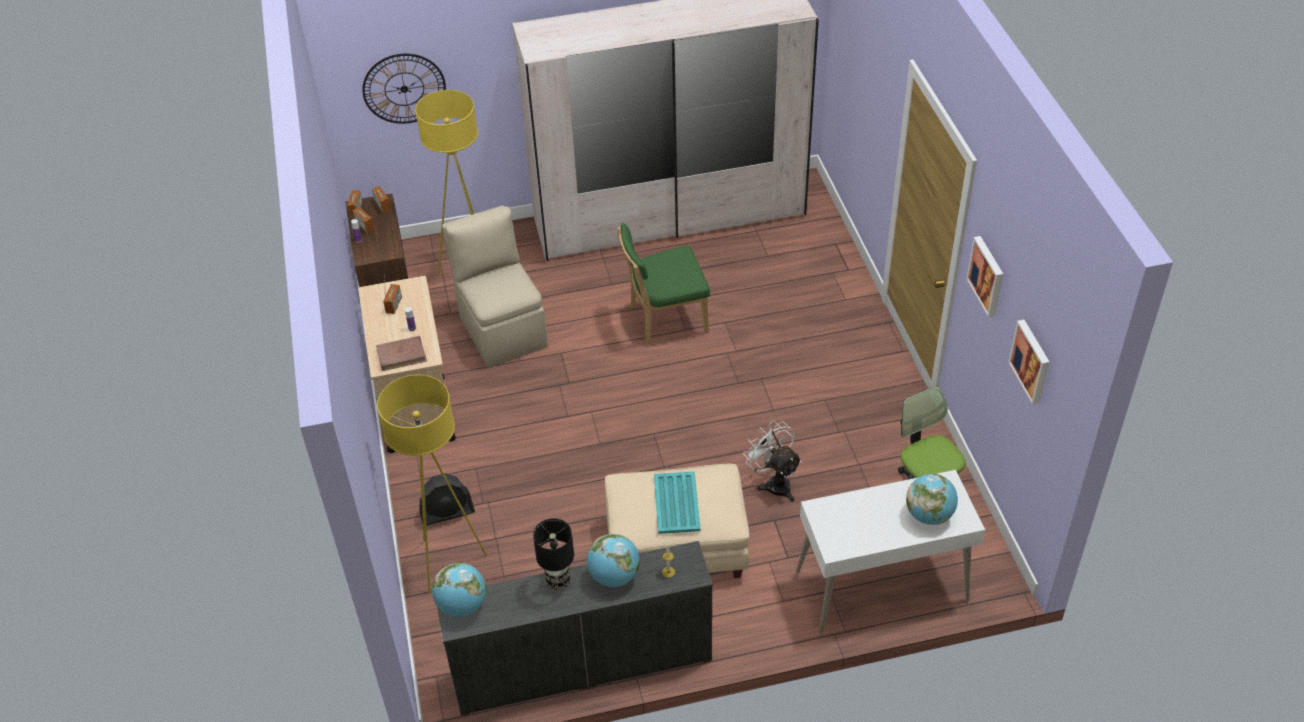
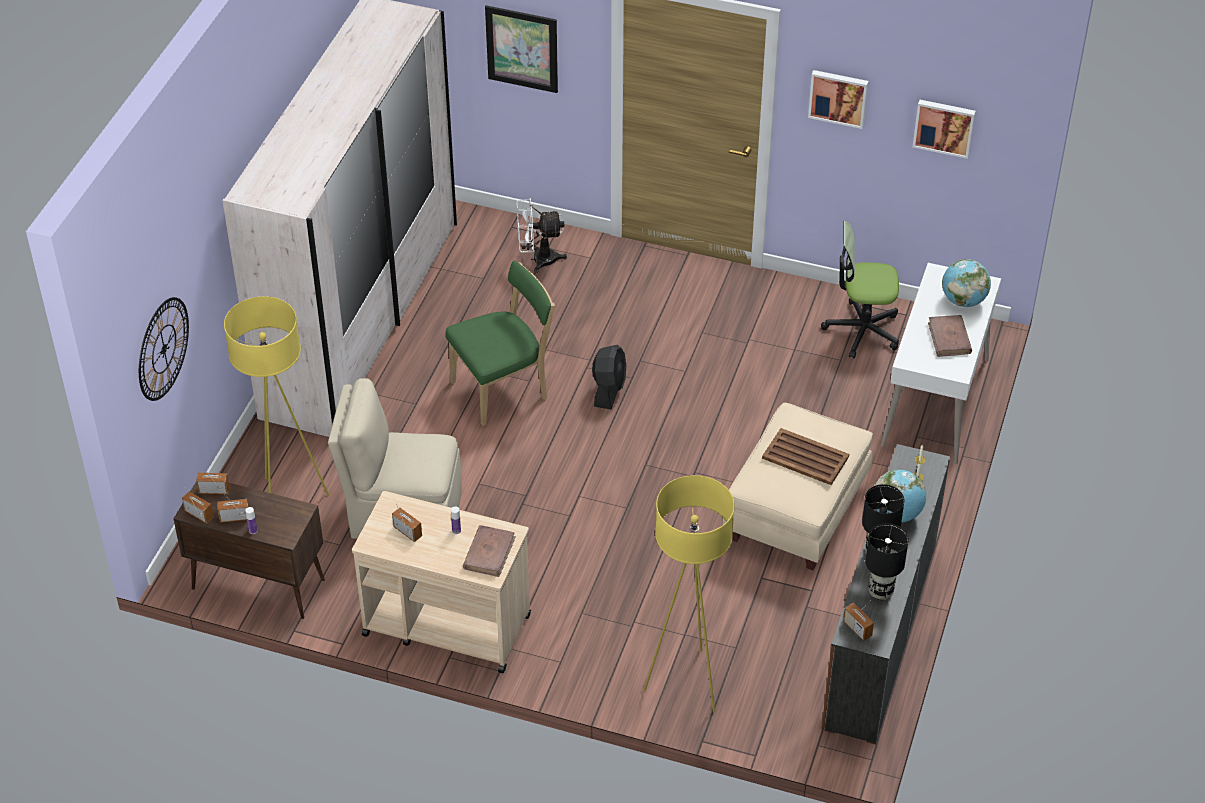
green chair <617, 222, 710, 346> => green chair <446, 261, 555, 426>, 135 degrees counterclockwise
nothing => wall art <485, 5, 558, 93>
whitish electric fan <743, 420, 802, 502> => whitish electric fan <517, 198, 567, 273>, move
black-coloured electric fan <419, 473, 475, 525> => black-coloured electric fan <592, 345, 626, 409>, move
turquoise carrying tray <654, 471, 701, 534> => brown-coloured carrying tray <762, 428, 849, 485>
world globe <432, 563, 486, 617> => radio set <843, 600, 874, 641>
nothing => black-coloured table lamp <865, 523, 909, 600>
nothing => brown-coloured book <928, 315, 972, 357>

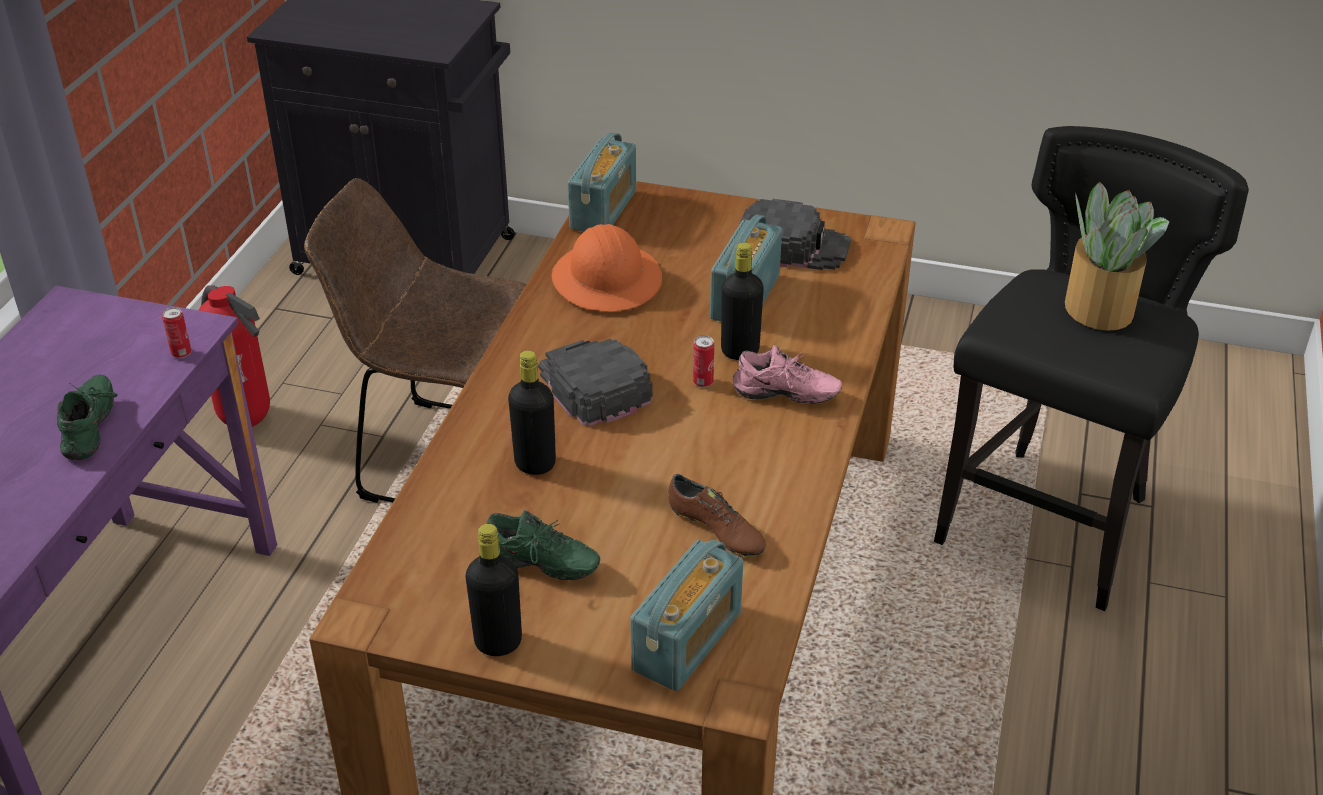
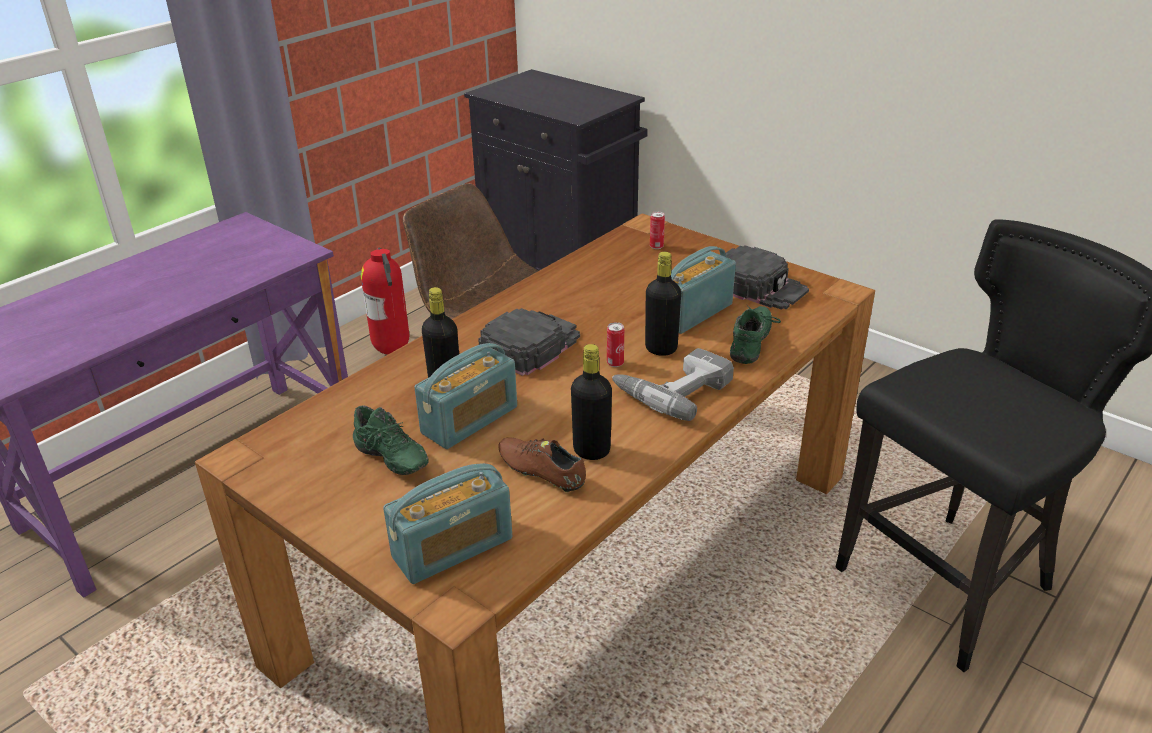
radio set <568, 132, 636, 232> => radio set <414, 343, 517, 449>, move
black-coloured peaked cap <538, 339, 652, 426> => black-coloured peaked cap <478, 308, 580, 376>, 45 degrees clockwise
brown-coloured item of footwear <668, 474, 766, 557> => brown-coloured item of footwear <498, 437, 586, 493>, 150 degrees clockwise
black-coloured bottle <465, 524, 522, 656> => black-coloured bottle <571, 344, 612, 460>, move
pinkish item of footwear <733, 345, 842, 404> => drill <612, 348, 734, 421>
sealed can <162, 307, 192, 358> => sealed can <650, 211, 665, 249>, move
green item of footwear <57, 375, 118, 460> => green item of footwear <730, 305, 781, 364>, move
orange-coloured hard hat <552, 224, 662, 312> => nothing
plant in a pot <1065, 182, 1169, 331> => nothing

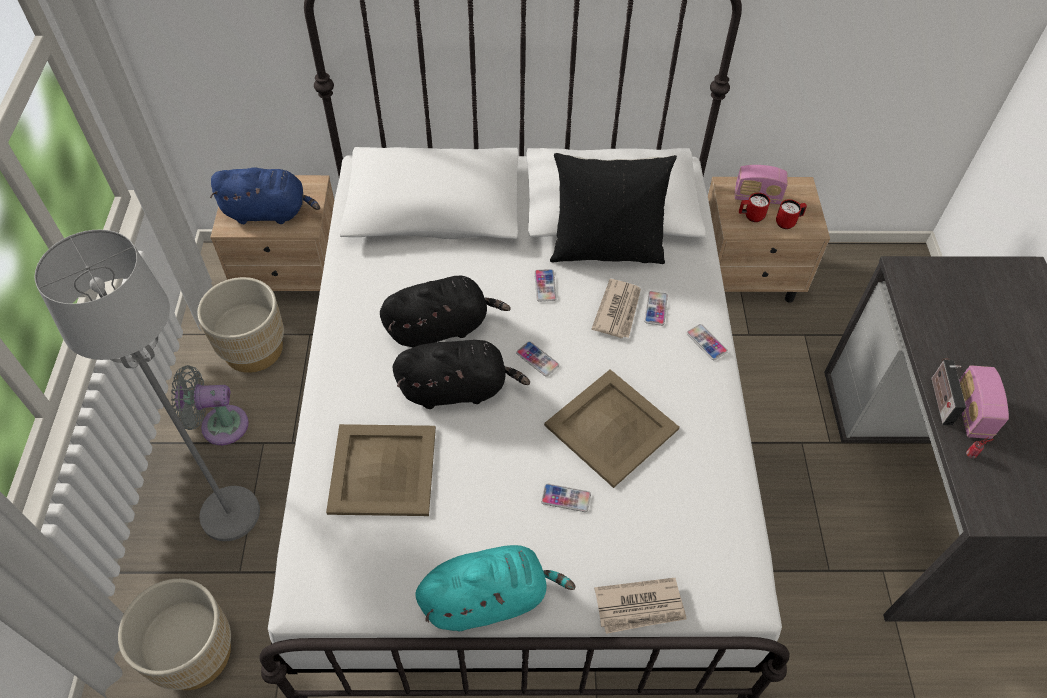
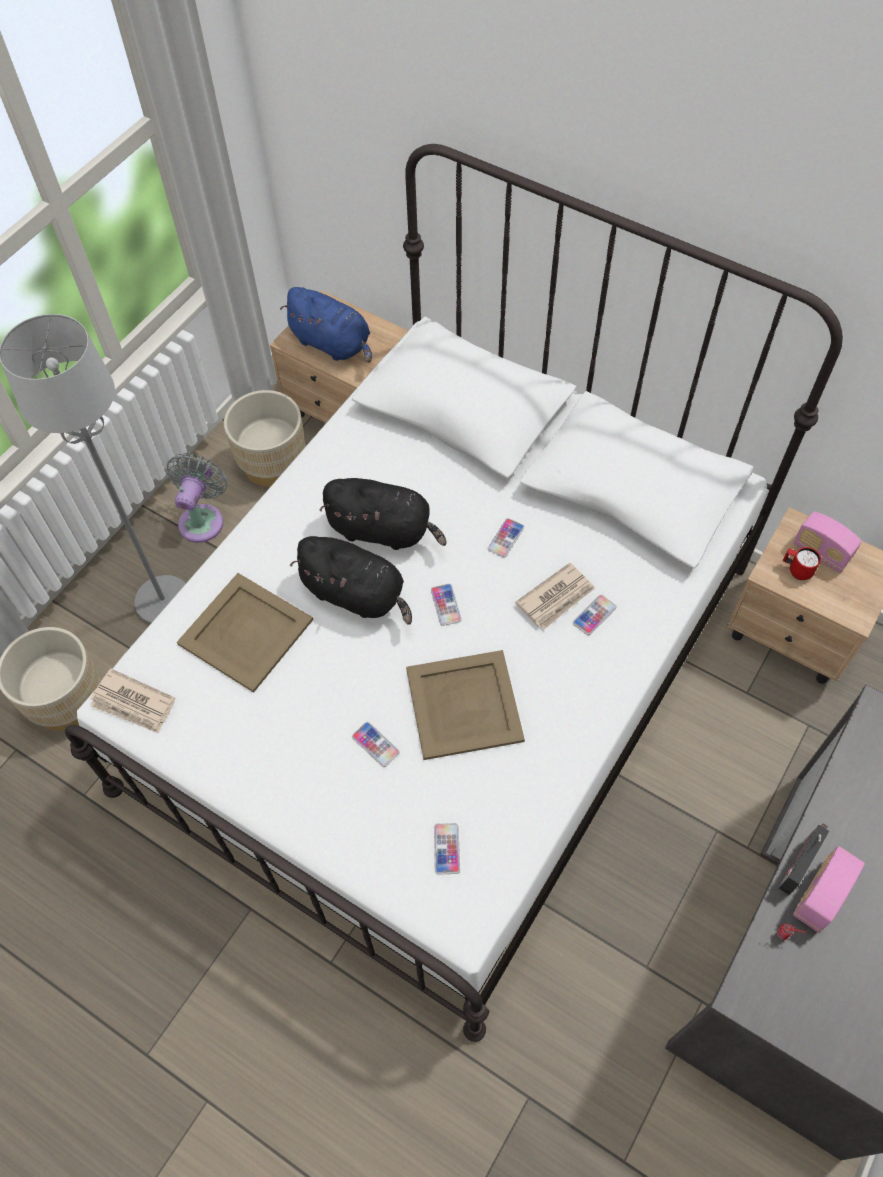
daily paper <594, 578, 687, 634> => daily paper <91, 669, 175, 734>, move
grey electric fan <171, 365, 249, 445> => grey electric fan <166, 453, 227, 543>, 75 degrees clockwise
phone <687, 324, 728, 360> => phone <434, 823, 460, 874>, move
turquoise cuddly toy <415, 545, 576, 631> => nothing
black-coloured cushion <550, 153, 677, 264> => nothing
red tea mug <776, 199, 807, 229> => nothing

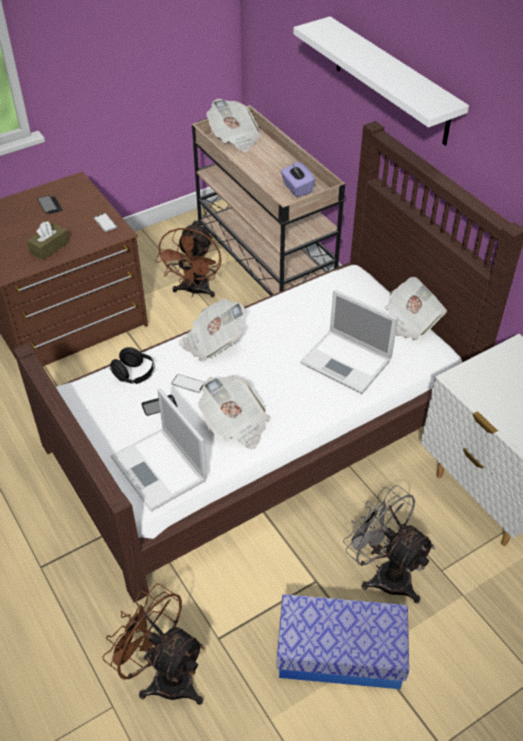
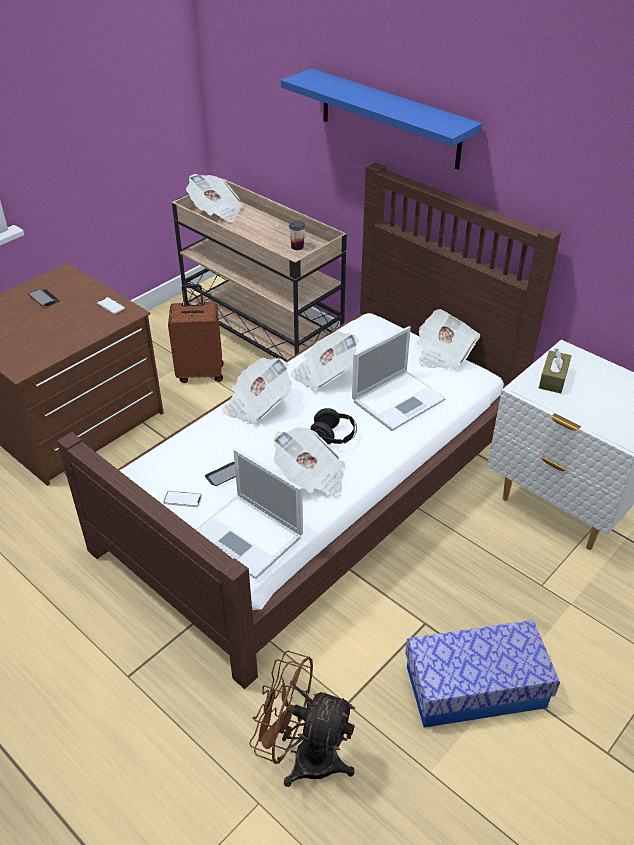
phone <171, 374, 204, 393> => phone <163, 491, 202, 507>, move
brown-coloured electric fan <155, 222, 221, 298> => brown-coloured travel case <168, 284, 224, 383>
whitish wall shelf <293, 16, 469, 145> => bluish wall shelf <281, 68, 482, 170>
purplish tissue box <281, 162, 315, 197> => cup <289, 220, 305, 250>
nothing => daily paper <291, 331, 359, 391>
black-coloured headset <109, 347, 155, 384> => black-coloured headset <310, 408, 357, 444>, move
notebook computer <300, 290, 398, 394> => notebook computer <352, 326, 446, 431>, 60 degrees counterclockwise
brown-coloured tissue box <27, 221, 69, 260> => brown-coloured tissue box <539, 348, 571, 393>, move
grey electric fan <343, 485, 435, 603> => nothing

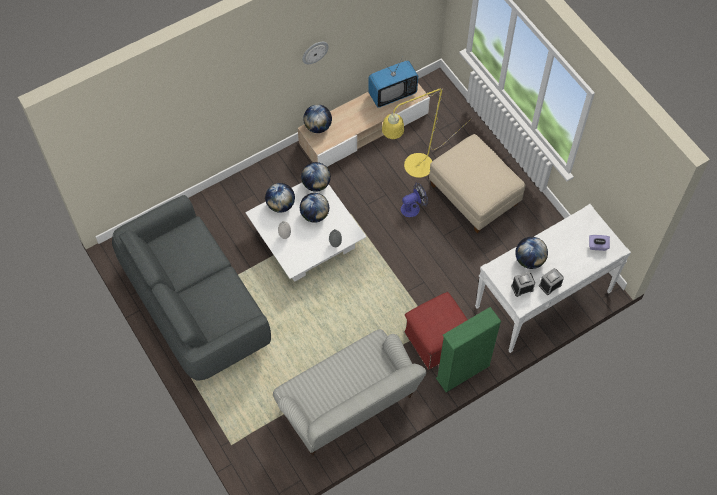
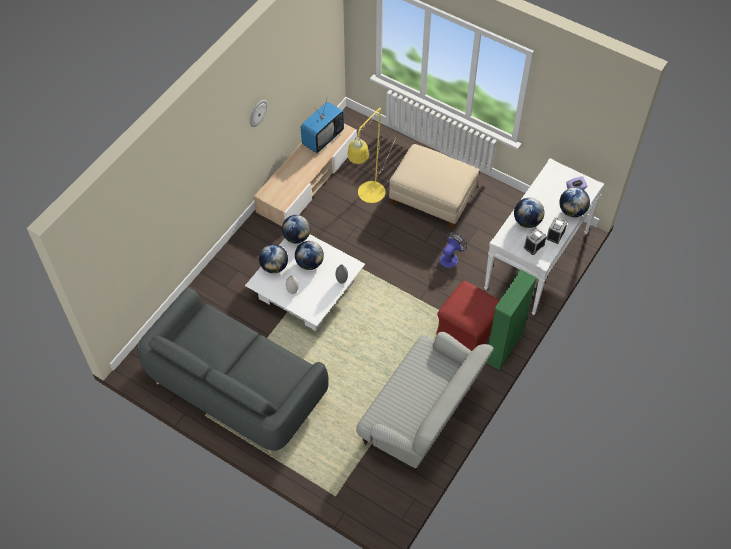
electric fan <401, 183, 428, 217> => electric fan <440, 232, 467, 268>, move
world globe <303, 104, 332, 133> => world globe <559, 187, 590, 217>, move

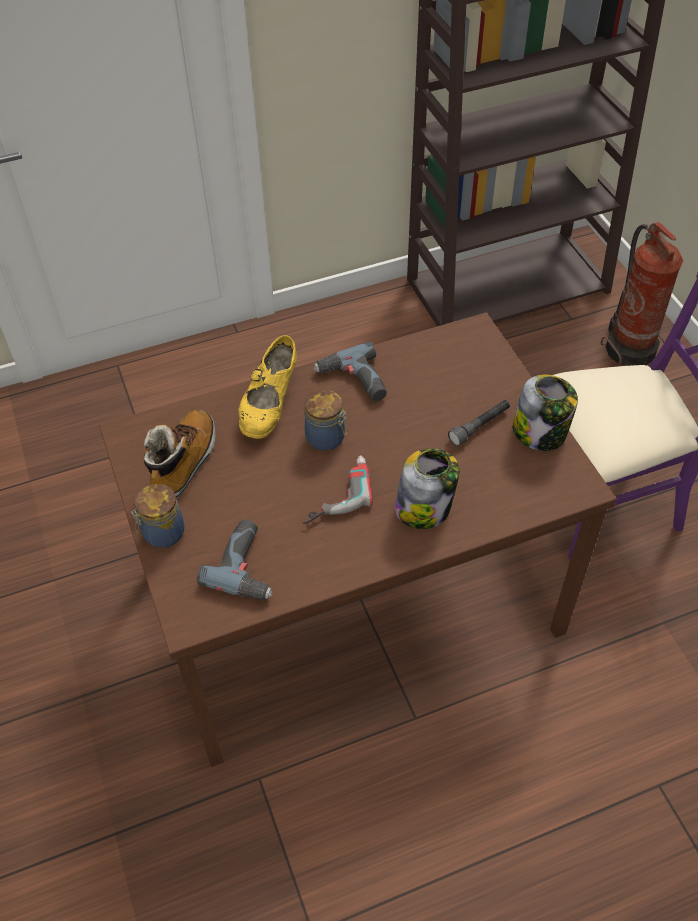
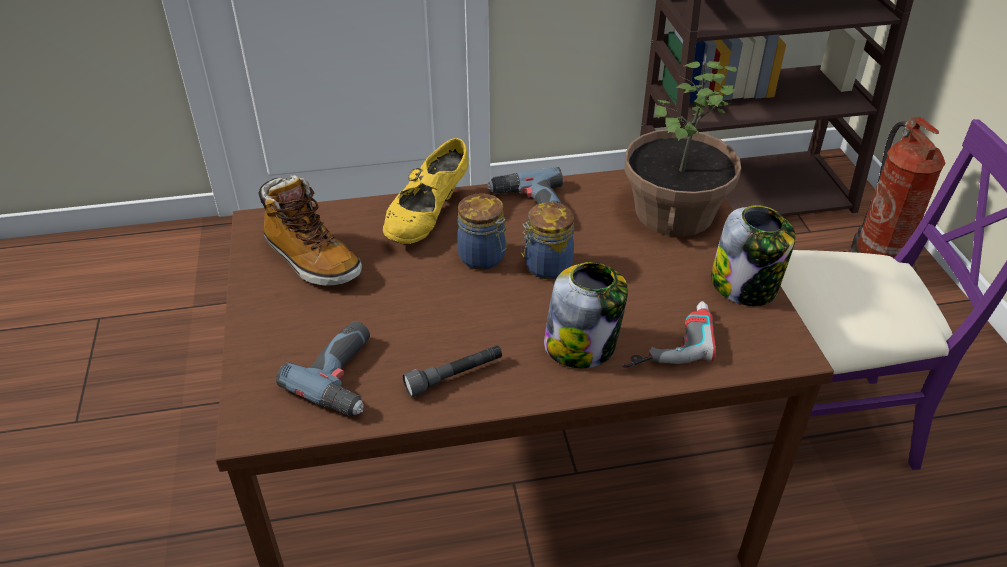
tall boot <144, 410, 216, 499> => tall boot <258, 175, 362, 286>, 105 degrees clockwise
grey hand torch <448, 400, 510, 446> => grey hand torch <403, 345, 502, 397>, move
jar <131, 484, 184, 548> => jar <521, 202, 574, 279>, move
drill <302, 455, 373, 524> => drill <622, 301, 716, 367>, move
nothing => plant in a pot <625, 61, 741, 237>

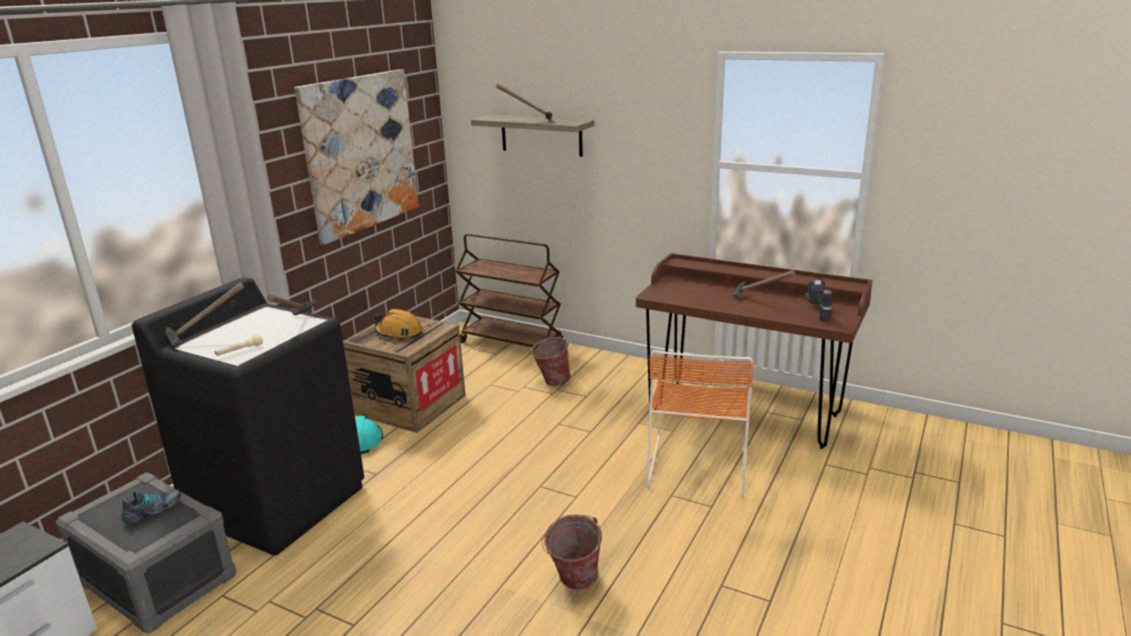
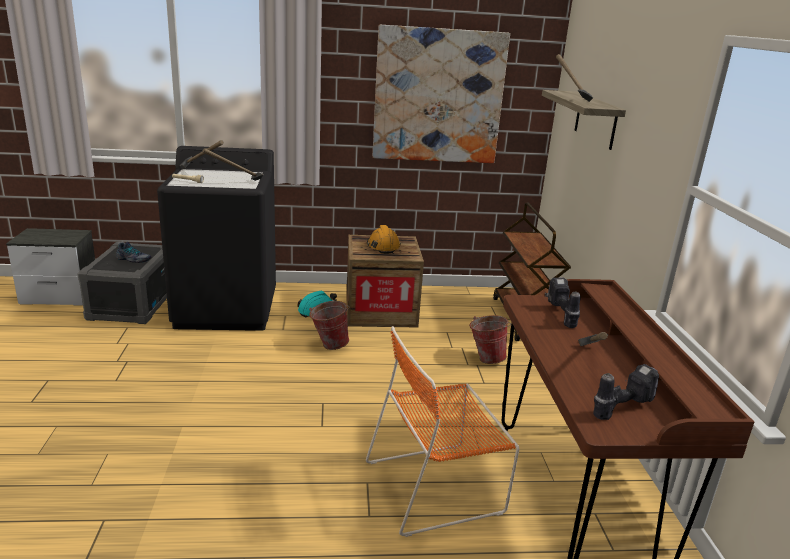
bucket <542, 514, 602, 590> => bucket <309, 301, 349, 350>, move
nothing => drill <545, 277, 580, 328>

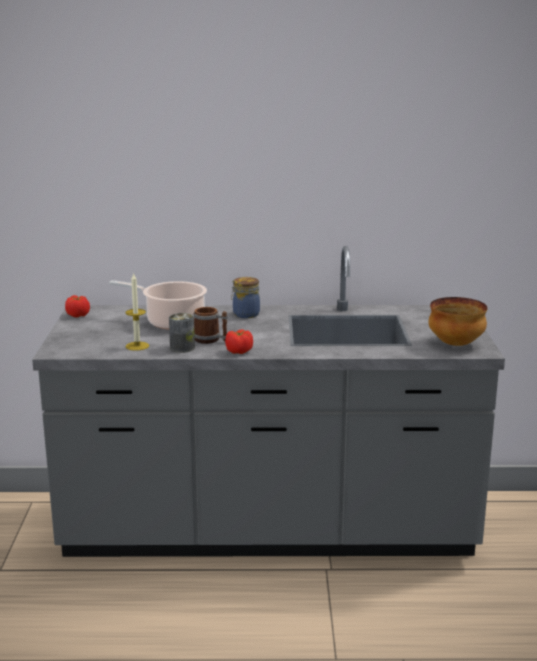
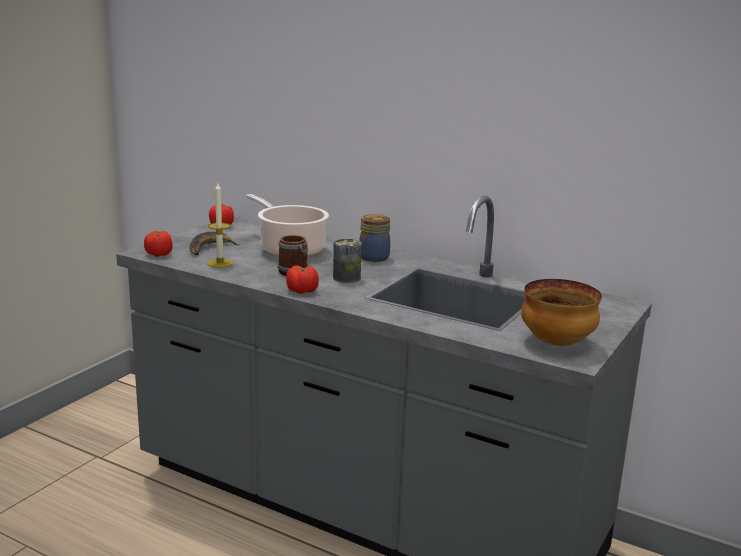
nothing => fresh tomato <144, 231, 173, 257>
nothing => banana <189, 232, 240, 255>
sealed can <169, 313, 195, 353> => sealed can <333, 239, 362, 283>, move

